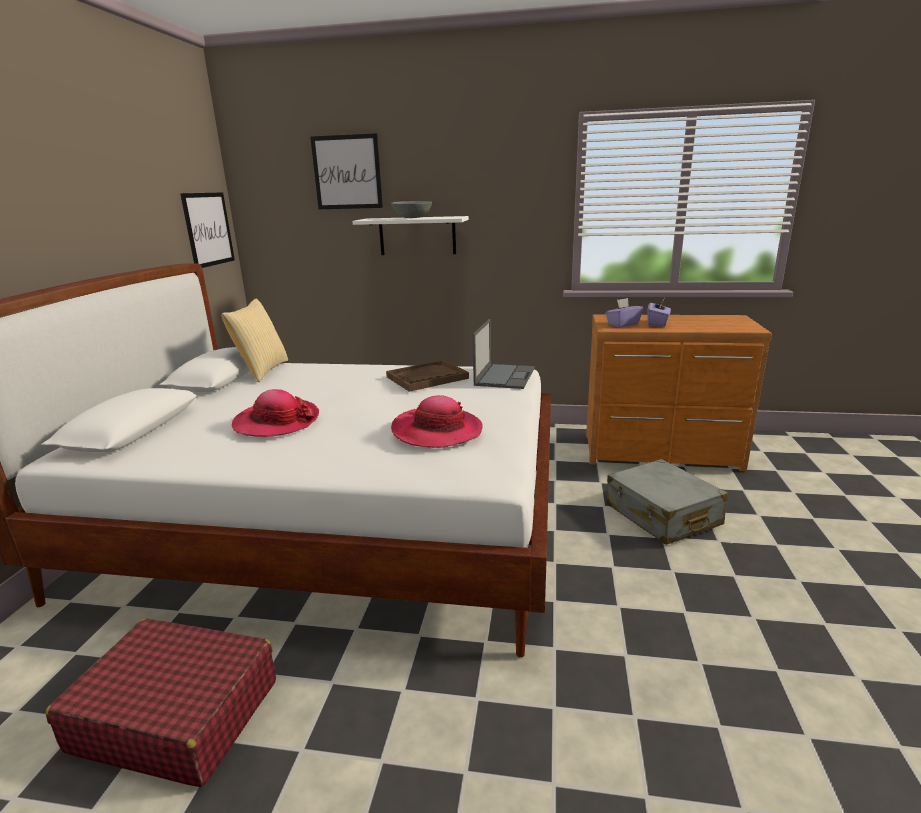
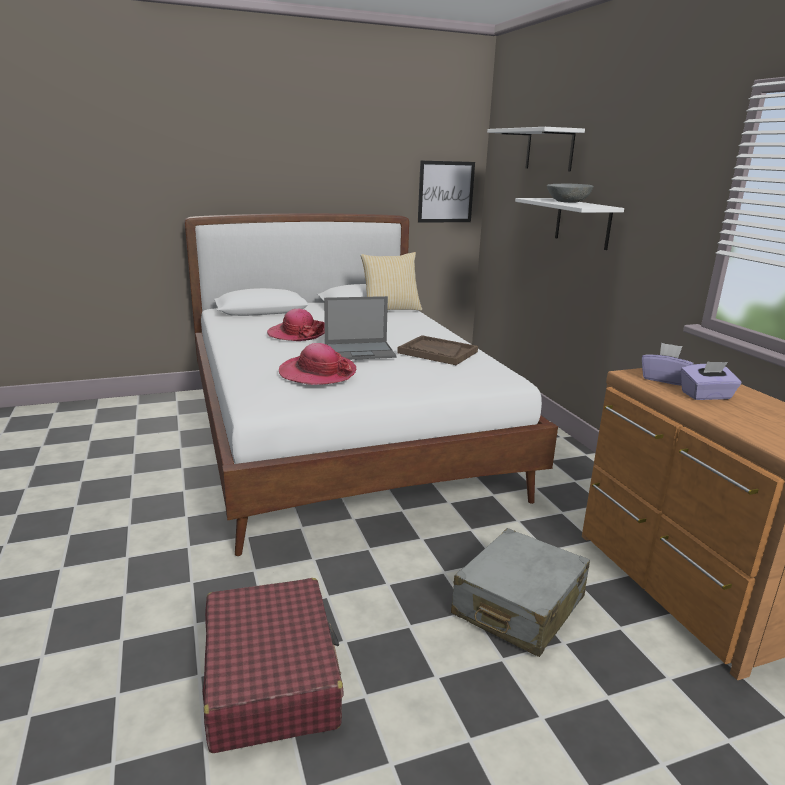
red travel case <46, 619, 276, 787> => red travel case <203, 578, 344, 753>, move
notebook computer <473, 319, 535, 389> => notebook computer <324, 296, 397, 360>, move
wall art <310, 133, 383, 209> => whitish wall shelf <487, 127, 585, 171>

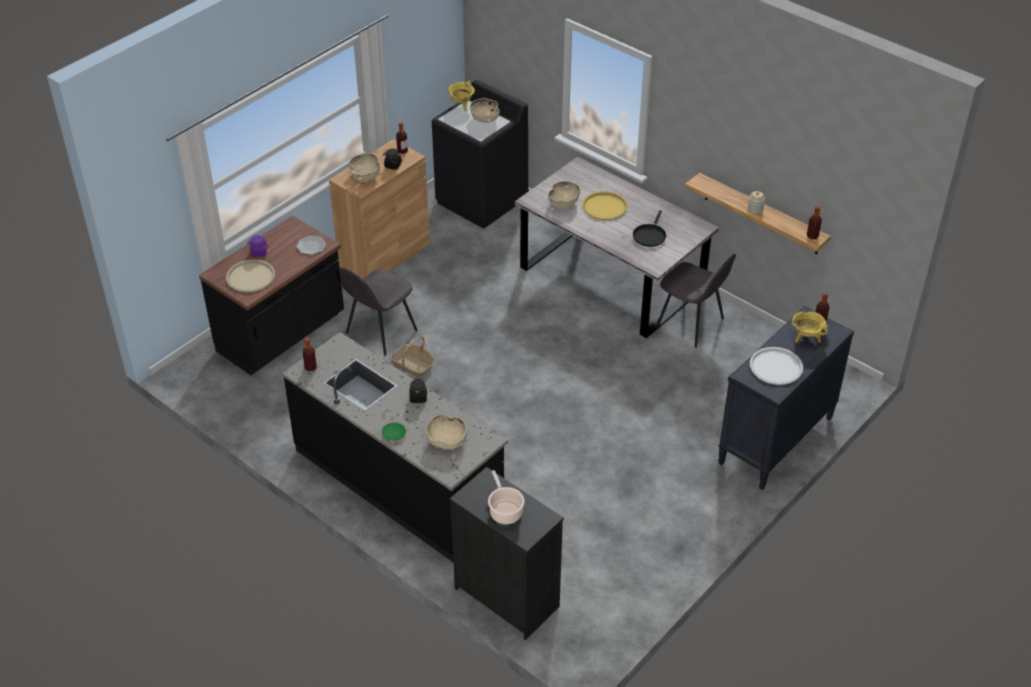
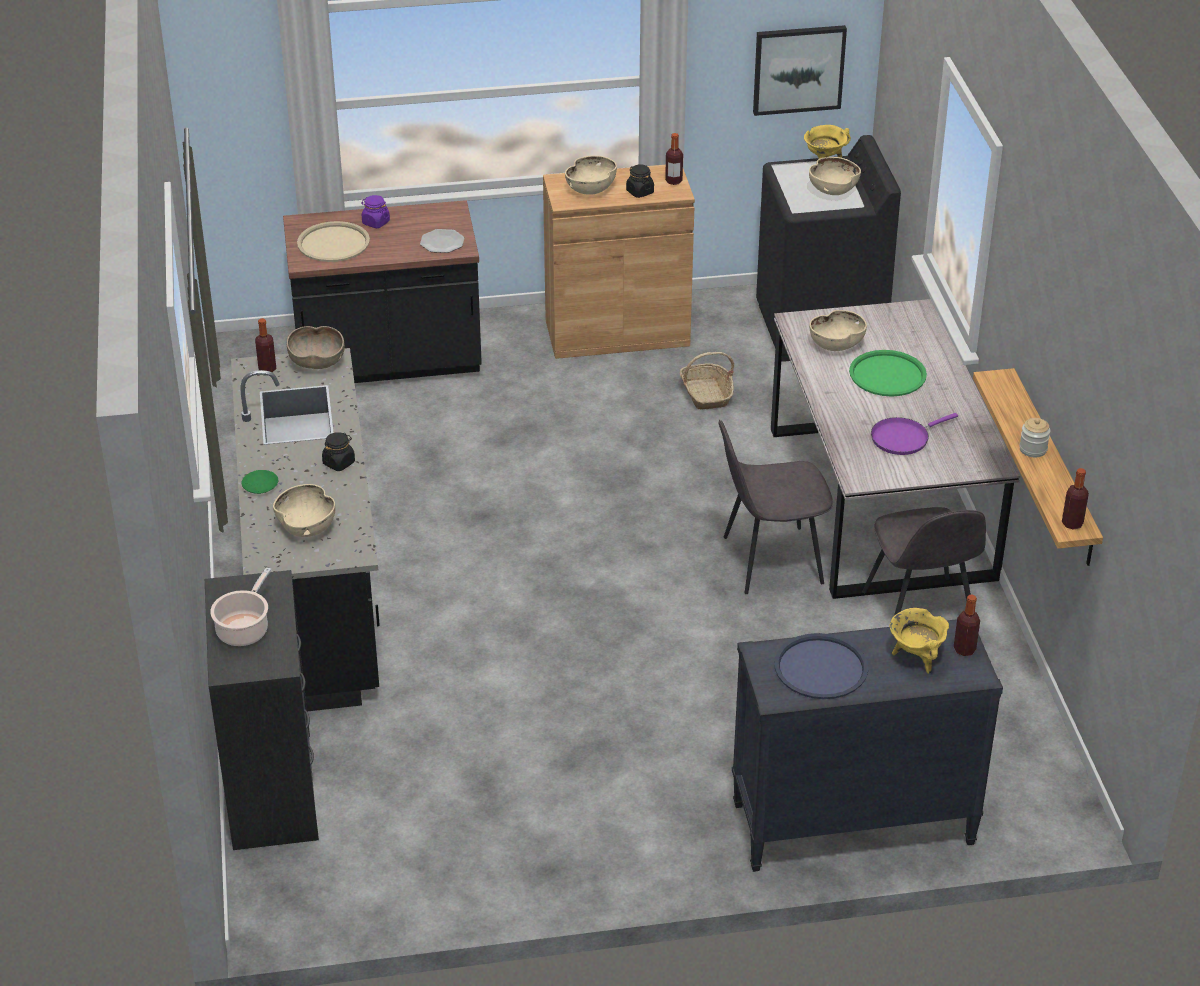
nothing => brown-coloured deep dish <286, 326, 345, 369>
storage basket <391, 336, 434, 377> => storage basket <680, 352, 734, 409>, move
grey chair <339, 268, 417, 356> => grey chair <718, 420, 833, 594>, move
nothing => wall art <753, 25, 847, 116>
whitish carrying tray <750, 347, 803, 385> => bluish carrying tray <774, 633, 868, 699>
yellowish carrying tray <582, 191, 628, 220> => green carrying tray <849, 350, 927, 397>
black-coloured pan <633, 210, 666, 247> => purplish pan <871, 413, 958, 455>

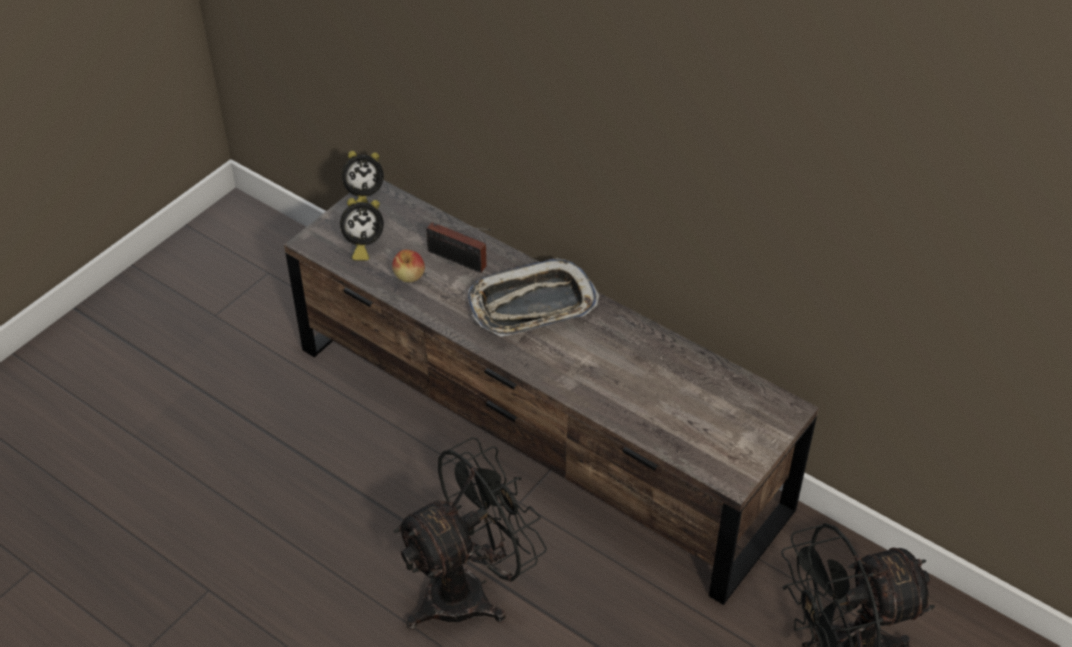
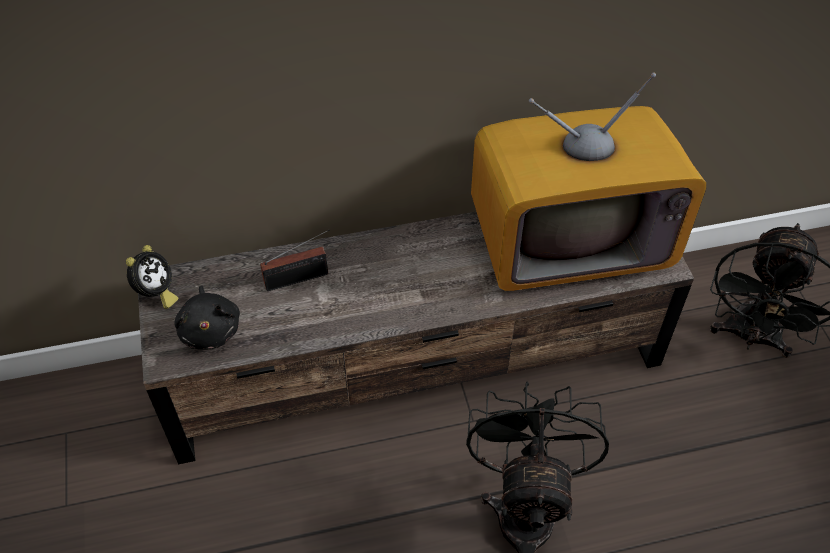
bedside clock <340, 198, 384, 261> => black-coloured cuddly toy <174, 285, 240, 350>
nothing => TV <471, 72, 706, 291>
apple fruit <392, 250, 425, 282> => nothing
carrying tray <468, 258, 599, 337> => nothing

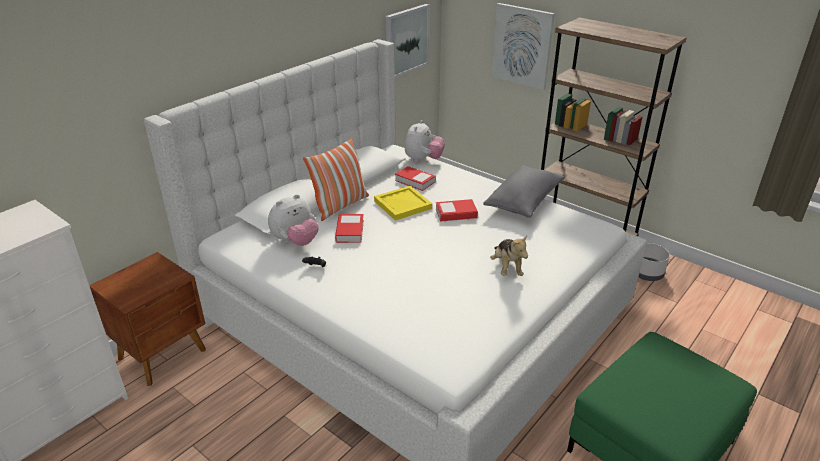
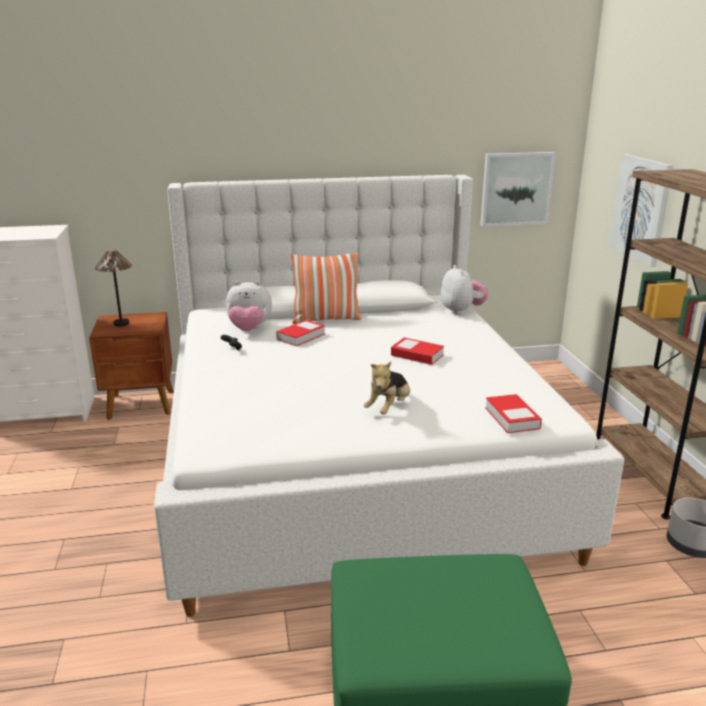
nothing => table lamp <95, 250, 132, 327>
cuddly toy <405, 120, 445, 162> => cuddly toy <441, 265, 488, 315>, 75 degrees counterclockwise
book <395, 166, 436, 191> => book <485, 394, 542, 433>, move
yellowish carrying tray <374, 186, 432, 221> => nothing
grey cushion <483, 165, 565, 218> => nothing

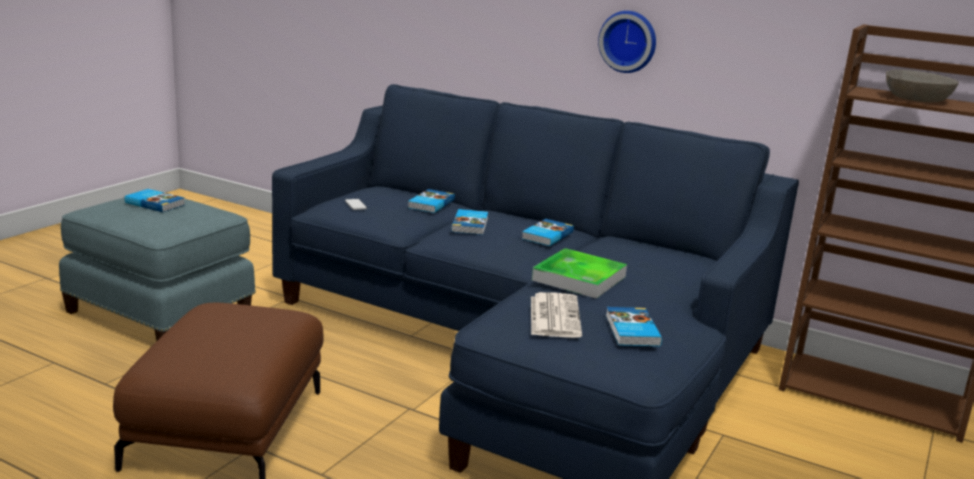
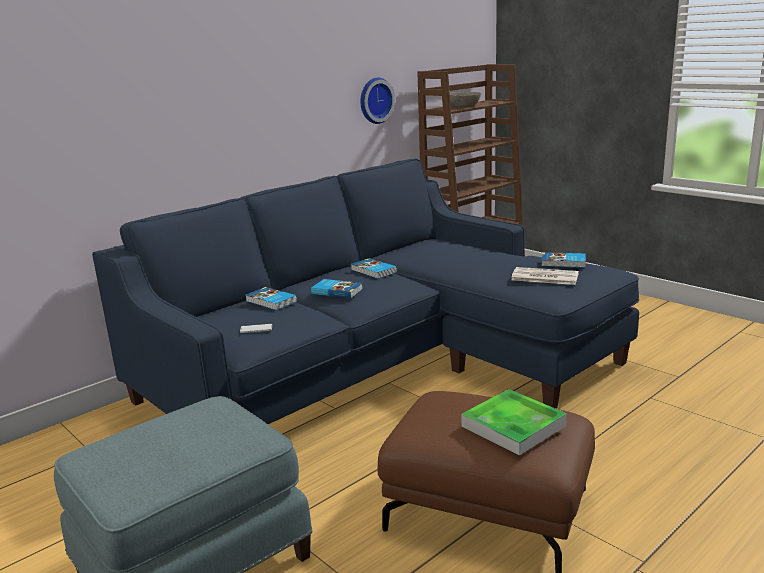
clock on the wall <598, 11, 656, 73> => clock on the wall <360, 78, 395, 124>, move
carrying tray <532, 248, 627, 299> => carrying tray <462, 389, 567, 455>, move
book <125, 189, 185, 212> => nothing

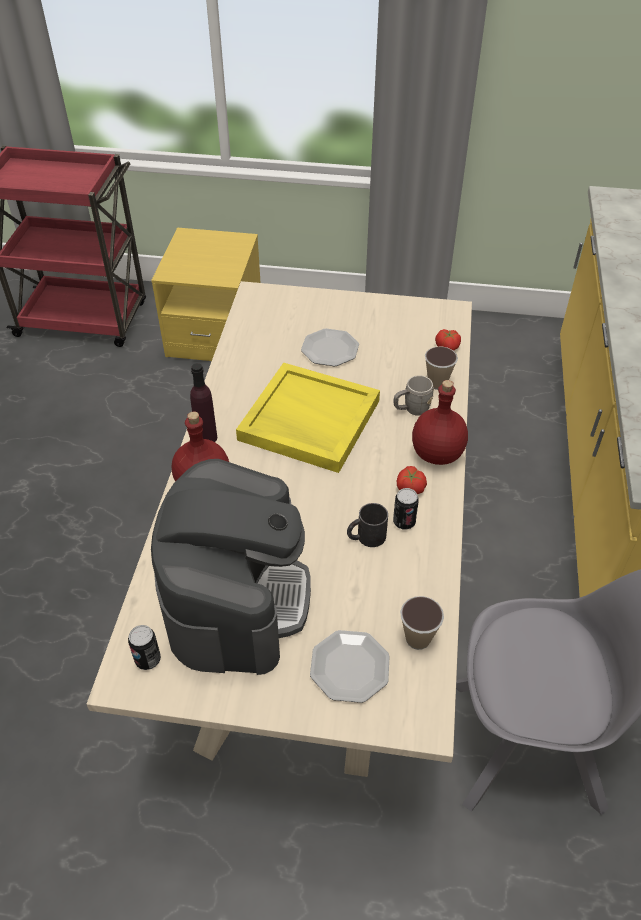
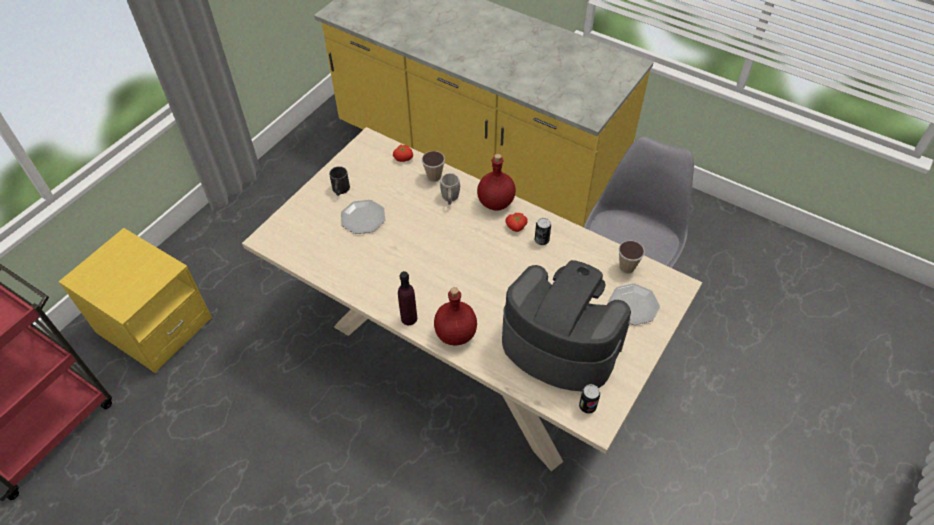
black-coloured tea mug <347, 503, 388, 547> => black-coloured tea mug <329, 166, 350, 196>, move
yellowish carrying tray <236, 363, 380, 473> => nothing

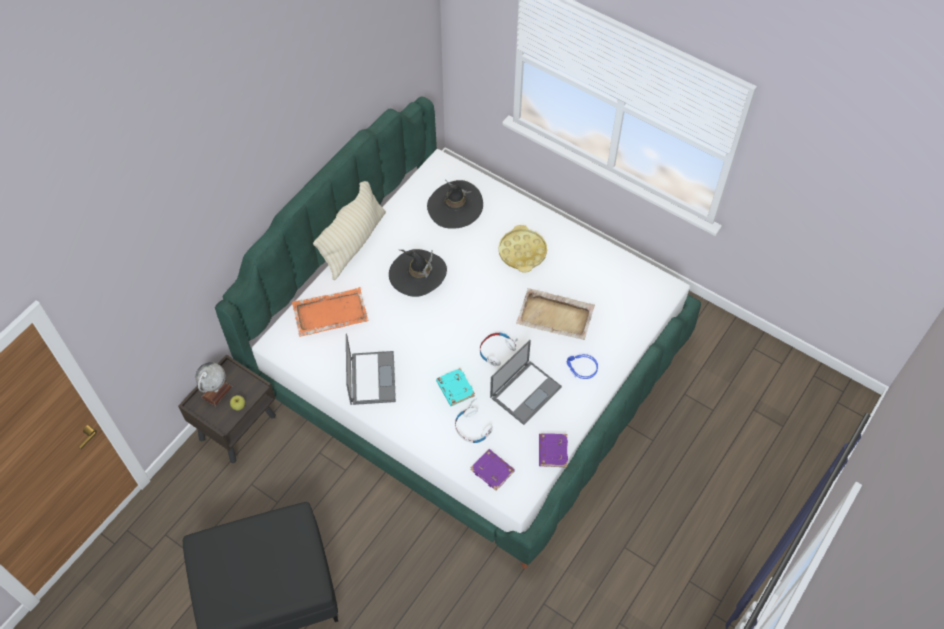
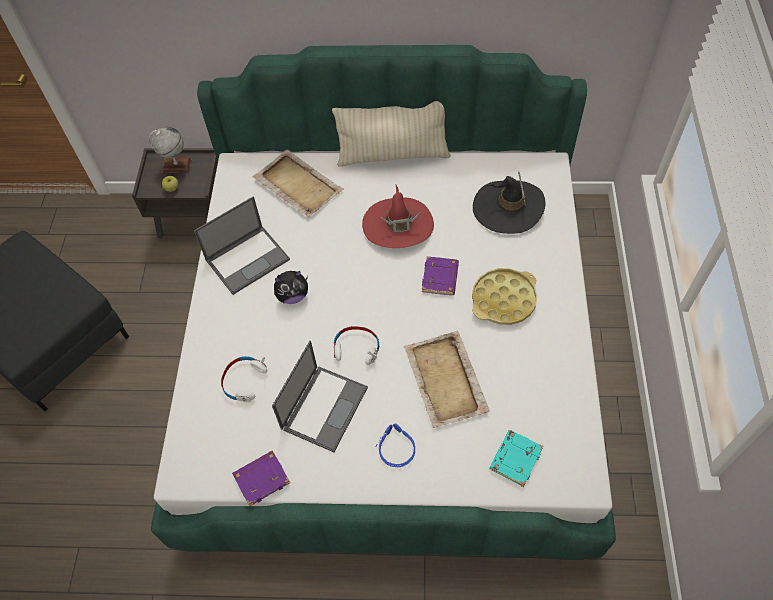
orange-coloured carrying tray <292, 287, 368, 337> => beige-coloured carrying tray <252, 150, 344, 217>
notebook computer <490, 340, 562, 425> => notebook computer <272, 341, 368, 452>, 75 degrees counterclockwise
nothing => cuddly toy <274, 271, 308, 304>
black-coloured hat <389, 249, 447, 297> => red hat <362, 184, 434, 248>
purplish book <471, 449, 515, 491> => purplish book <422, 256, 459, 295>, move
turquoise book <436, 368, 475, 406> => turquoise book <489, 430, 543, 487>, move

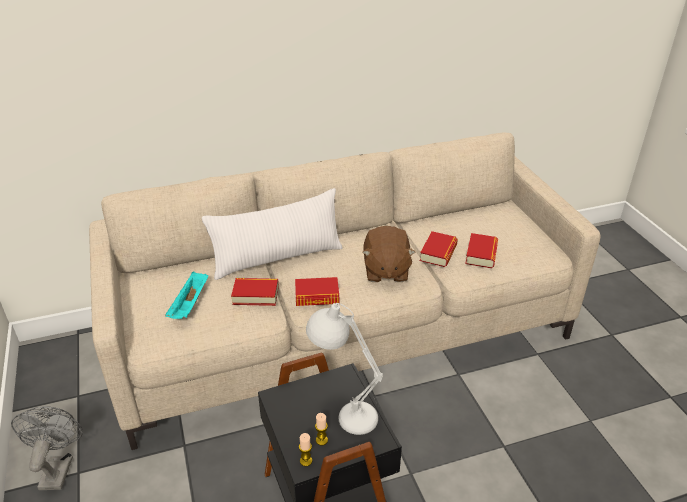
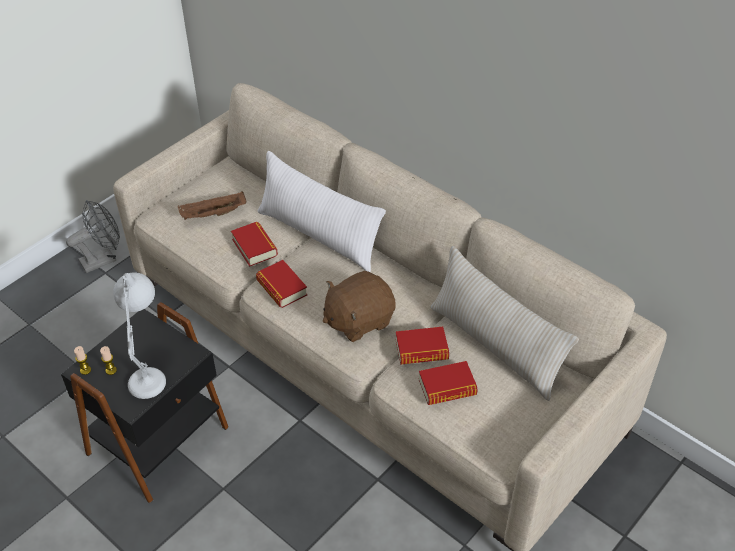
turquoise carrying tray <165, 271, 208, 319> => brown-coloured carrying tray <178, 192, 246, 220>
nothing => beige-coloured cushion <430, 246, 579, 401>

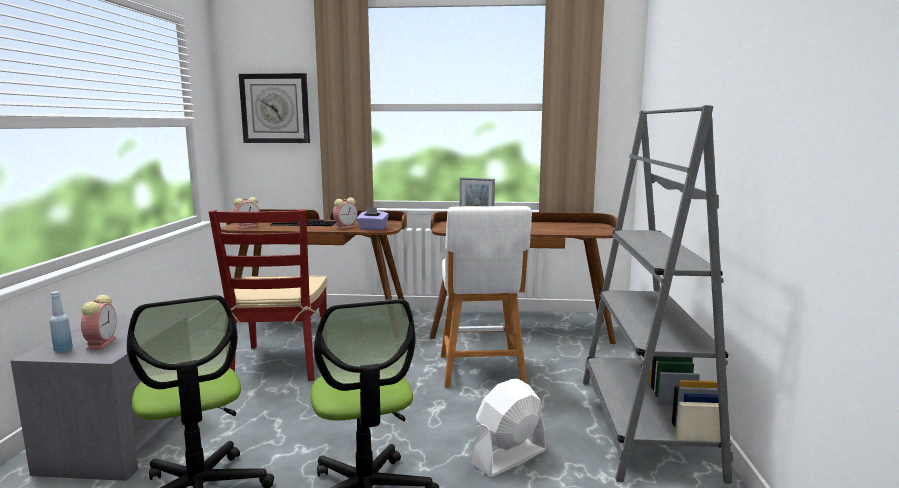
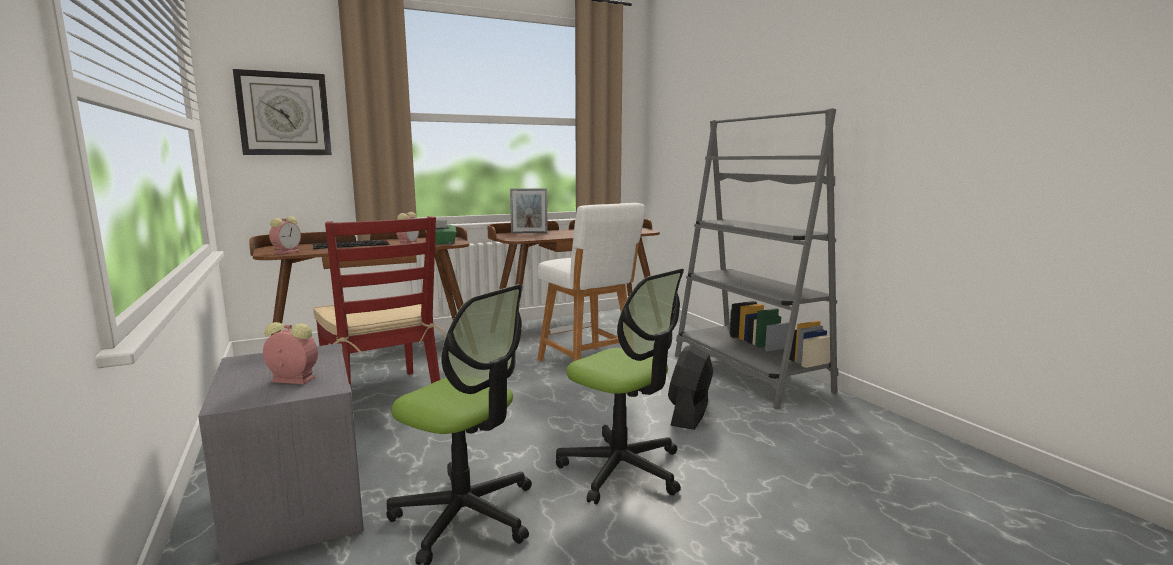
bedside clock <81, 295, 116, 350> => bedside clock <263, 322, 318, 384>, 45 degrees counterclockwise
purplish tissue box <356, 207, 389, 230> => green tissue box <425, 220, 457, 245>
whitish electric fan <471, 379, 548, 477> => black-coloured electric fan <668, 345, 713, 430>
bluish bottle <50, 291, 73, 353> => nothing

